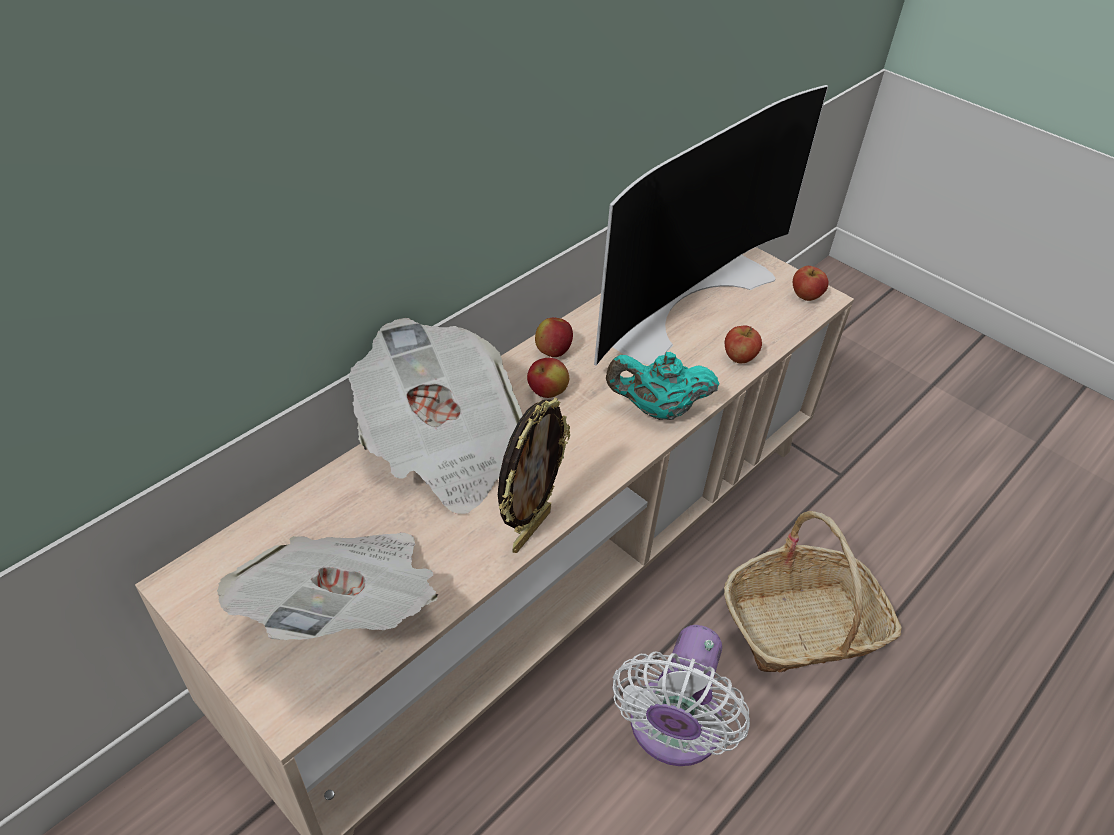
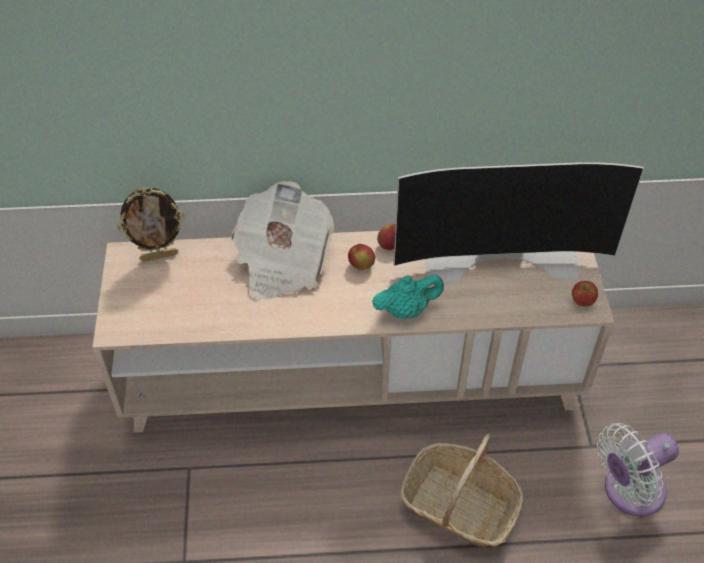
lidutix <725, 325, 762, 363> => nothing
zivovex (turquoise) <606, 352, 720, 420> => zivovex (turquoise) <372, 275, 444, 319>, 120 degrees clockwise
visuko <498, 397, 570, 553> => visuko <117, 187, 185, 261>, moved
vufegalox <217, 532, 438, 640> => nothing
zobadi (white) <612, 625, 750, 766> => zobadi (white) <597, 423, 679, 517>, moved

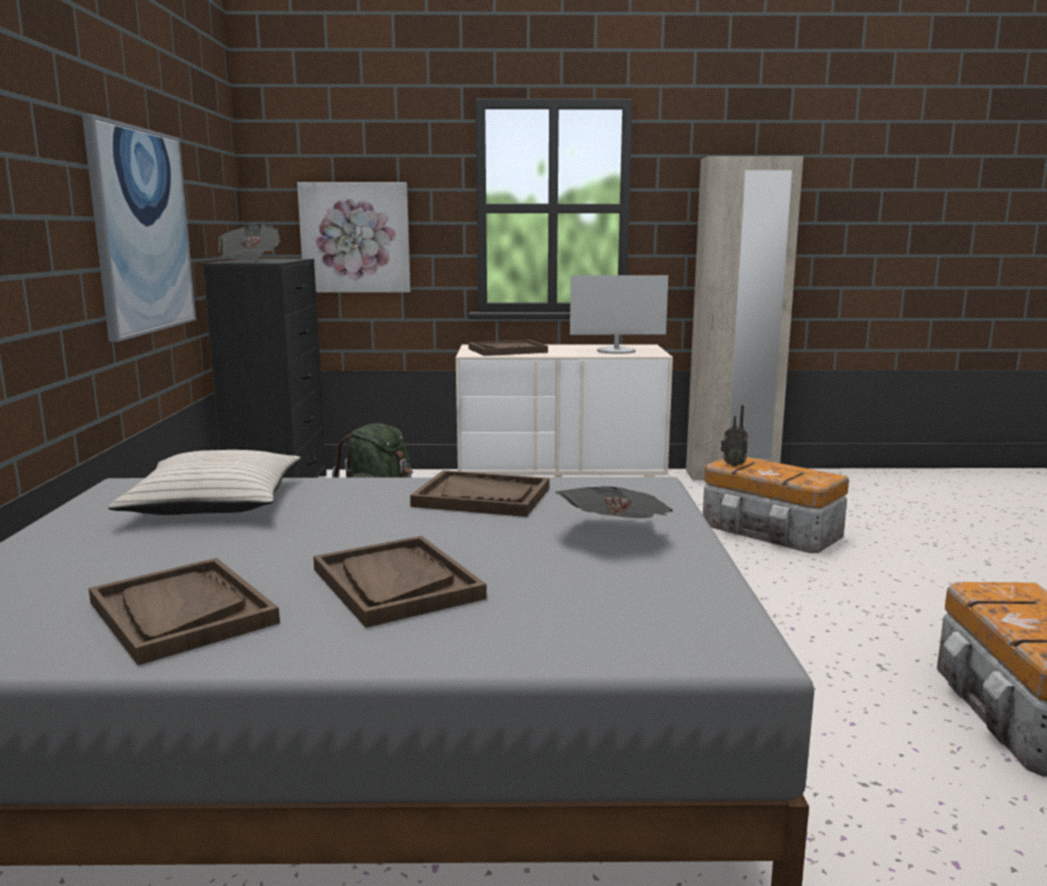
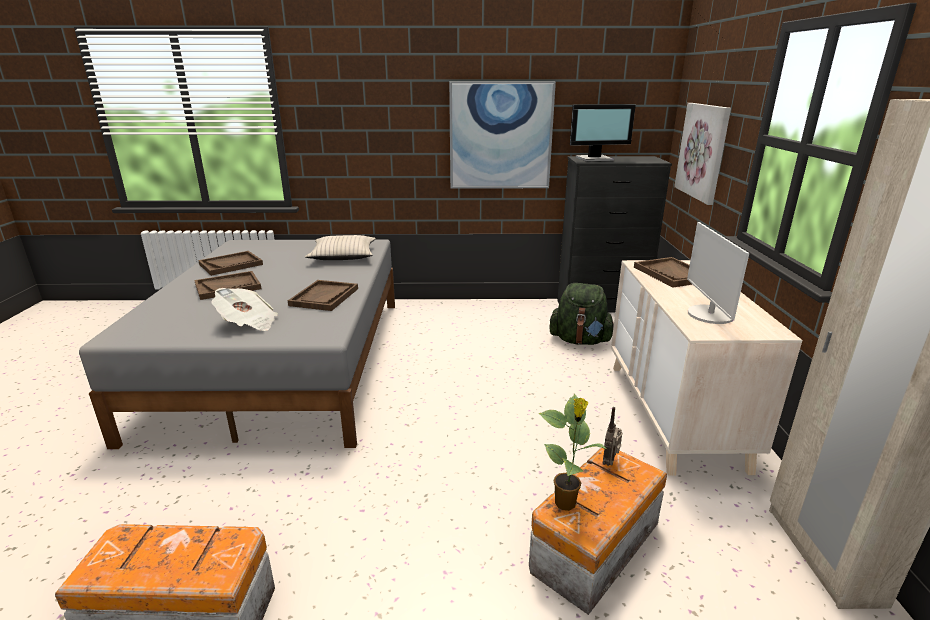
vufegalox <219, 224, 281, 261> => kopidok <570, 104, 636, 161>
nothing => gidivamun <538, 394, 607, 511>

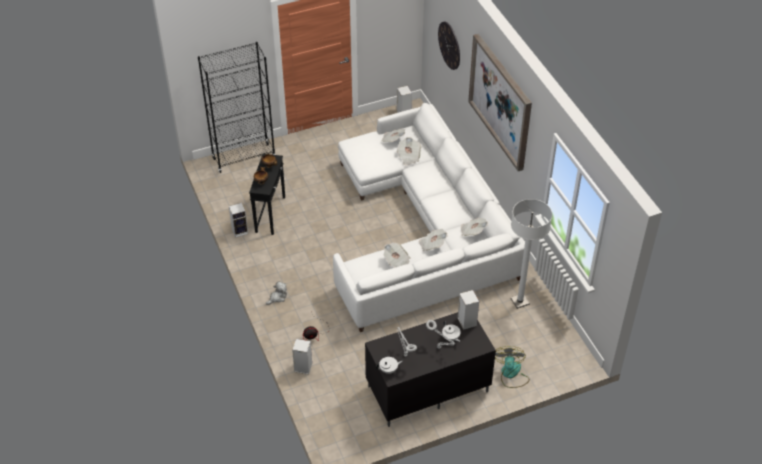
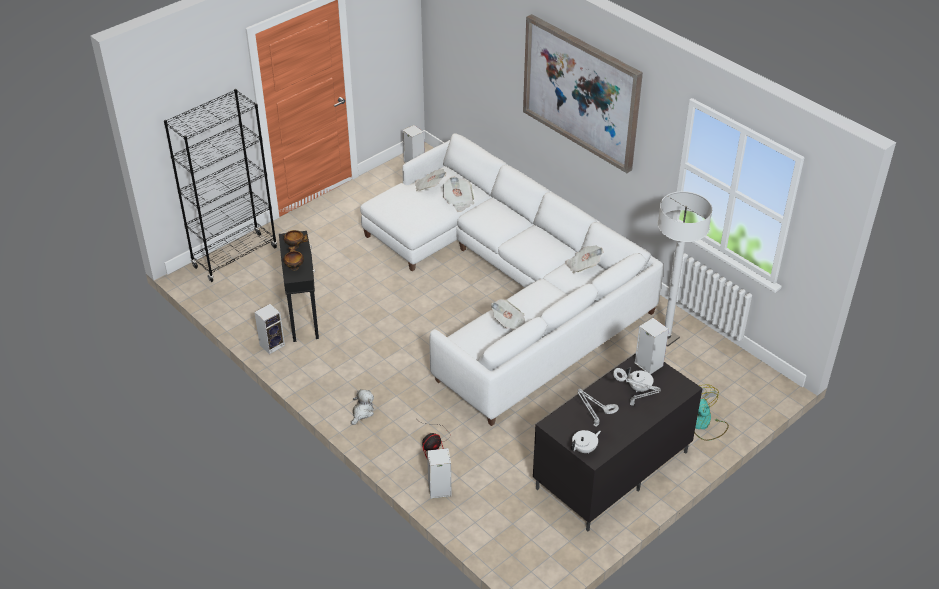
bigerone <438, 22, 460, 70> => nothing
vufegalox <419, 229, 448, 251> => nothing

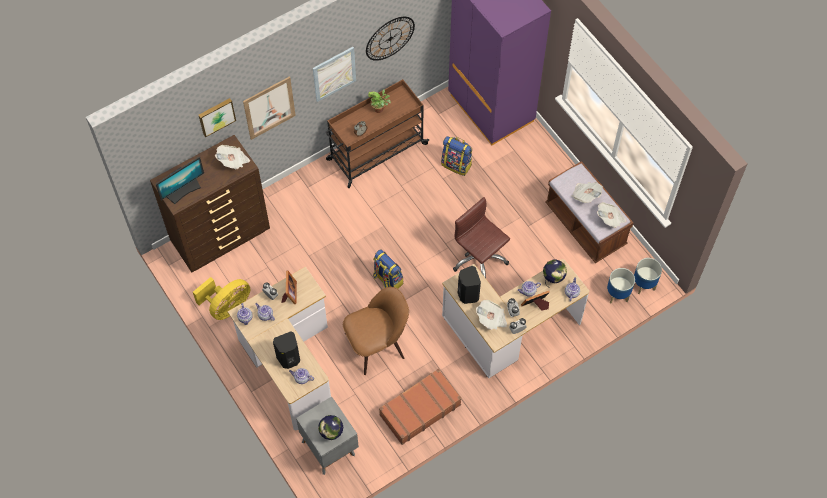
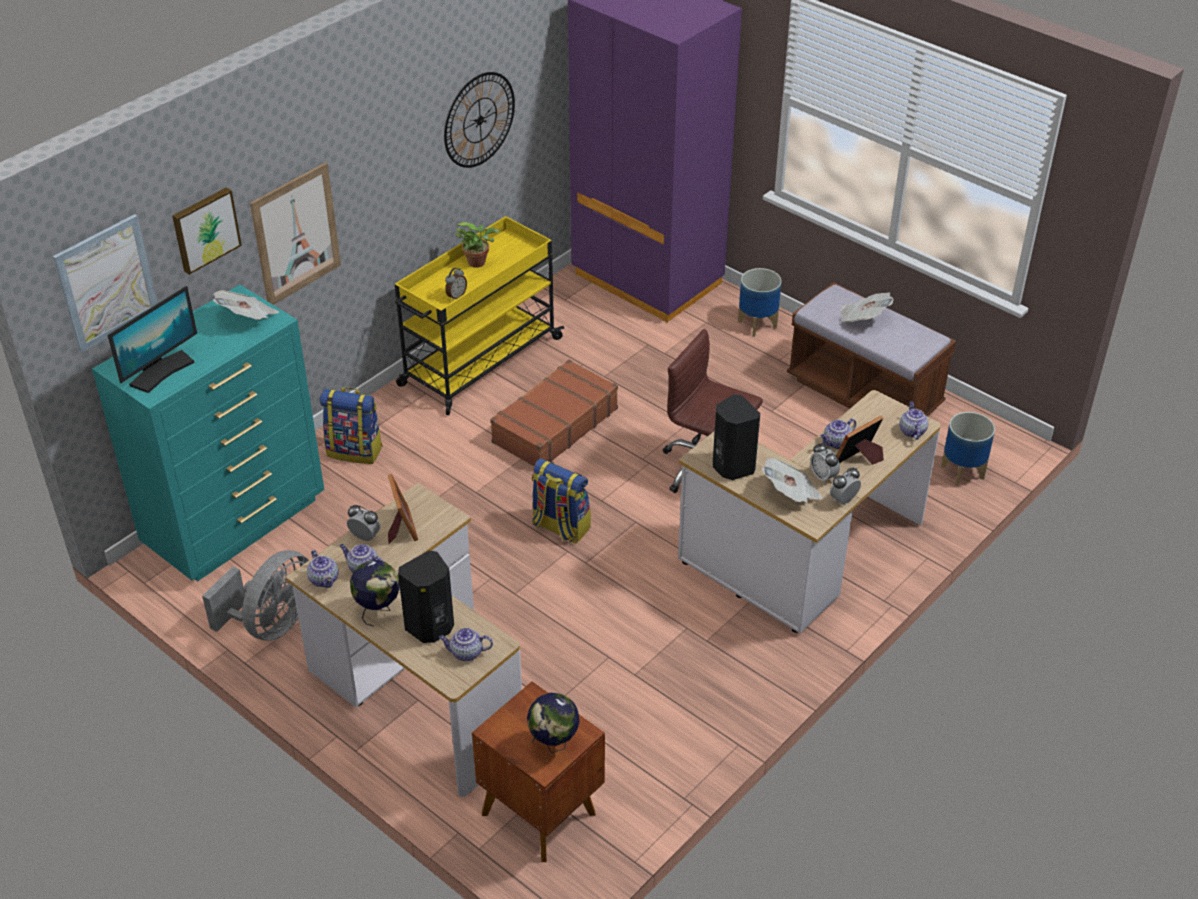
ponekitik <313, 47, 356, 102> => ponekitik <53, 214, 157, 352>, moved
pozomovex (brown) <325, 79, 429, 188> => pozomovex (yellow) <395, 216, 564, 415>
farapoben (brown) <150, 135, 270, 272> => farapoben (turquoise) <92, 285, 324, 581>
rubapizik <441, 136, 472, 176> => rubapizik <320, 387, 383, 464>, moved
vufegalox <597, 202, 627, 228> => nothing
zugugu <634, 258, 662, 294> => zugugu <738, 268, 782, 337>, moved
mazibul <543, 259, 567, 288> => mazibul <350, 560, 400, 627>, moved
zobadi (yellow) <193, 277, 250, 320> => zobadi (grey) <202, 550, 309, 641>
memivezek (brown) <343, 287, 409, 375> => nothing
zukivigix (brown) <379, 369, 462, 445> => zukivigix (brown) <490, 360, 618, 466>, moved
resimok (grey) <296, 396, 359, 475> => resimok (brown) <472, 681, 605, 862>

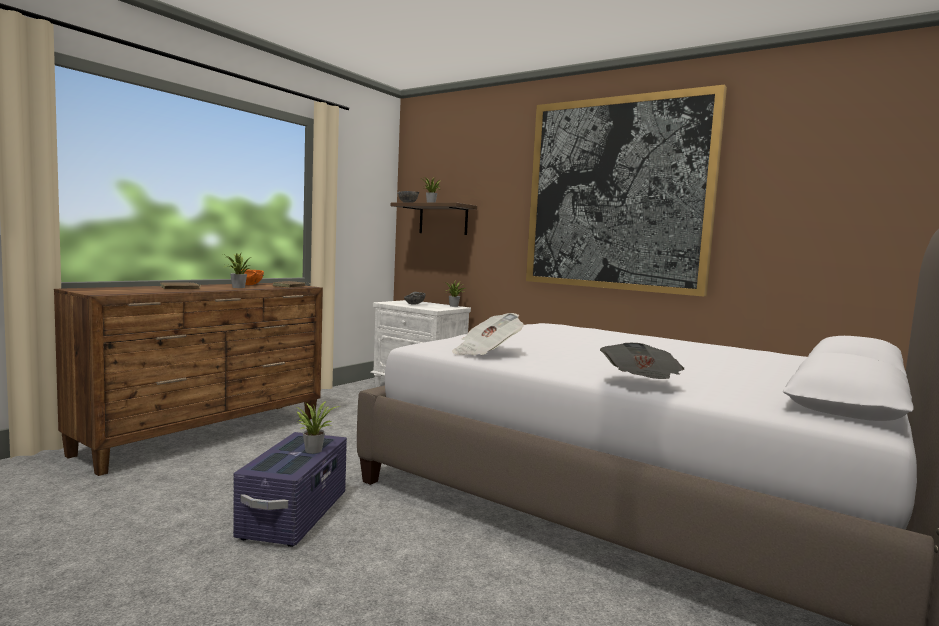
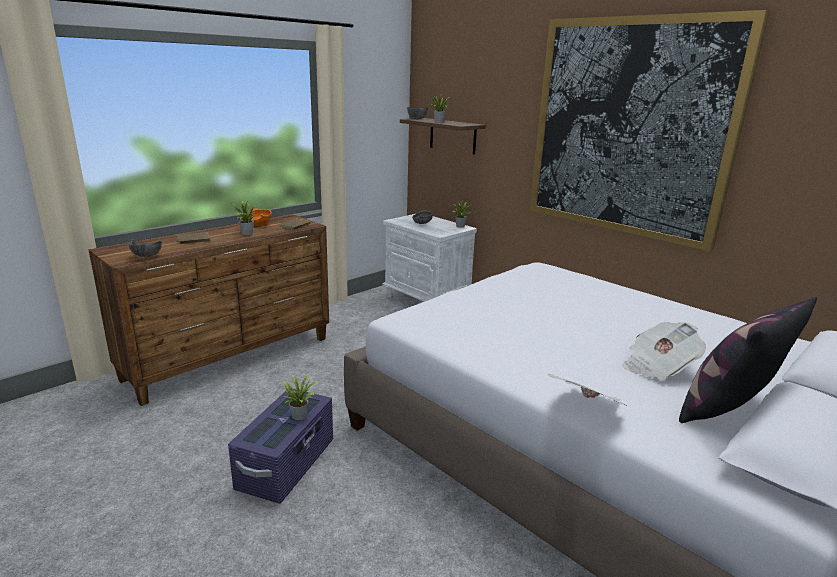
vufegalox <452, 313, 524, 355> => vufegalox <622, 322, 706, 381>, moved
nothing => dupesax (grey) <129, 239, 162, 257>
nothing => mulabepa <679, 297, 817, 423>

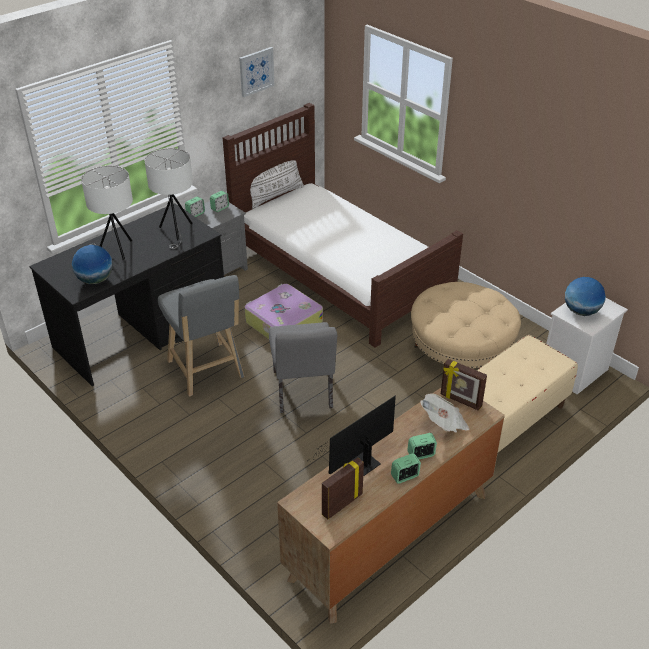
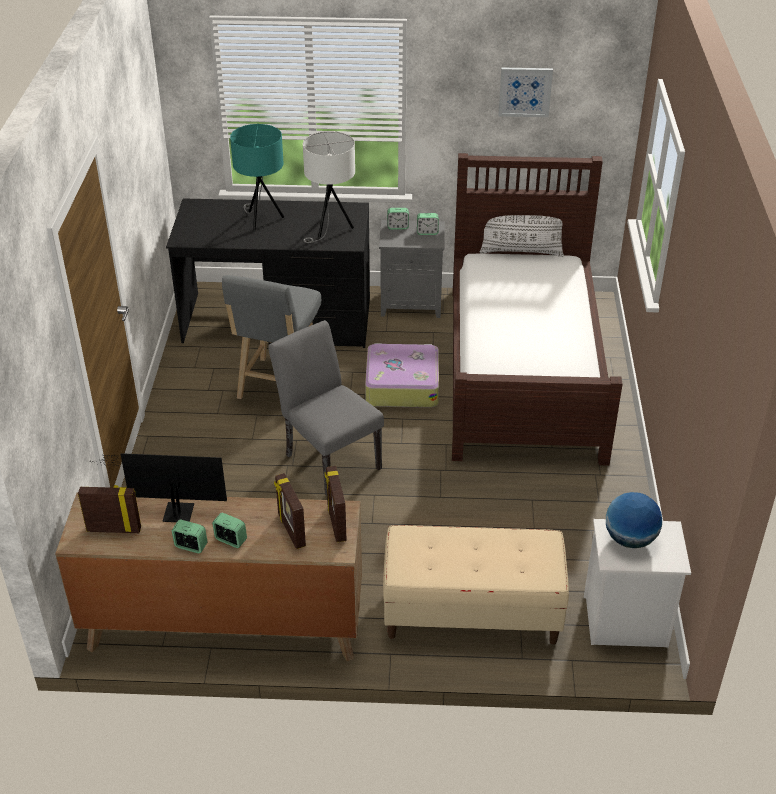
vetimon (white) <81, 165, 133, 260> => vetimon (turquoise) <230, 124, 284, 230>
mazibul <72, 245, 113, 285> => nothing
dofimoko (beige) <411, 282, 521, 368> => nothing
memivezek (grey) <269, 322, 337, 413> => memivezek (grey) <268, 320, 384, 496>, 105 degrees clockwise
vufegalox <420, 393, 470, 432> => visuko <274, 473, 306, 549>

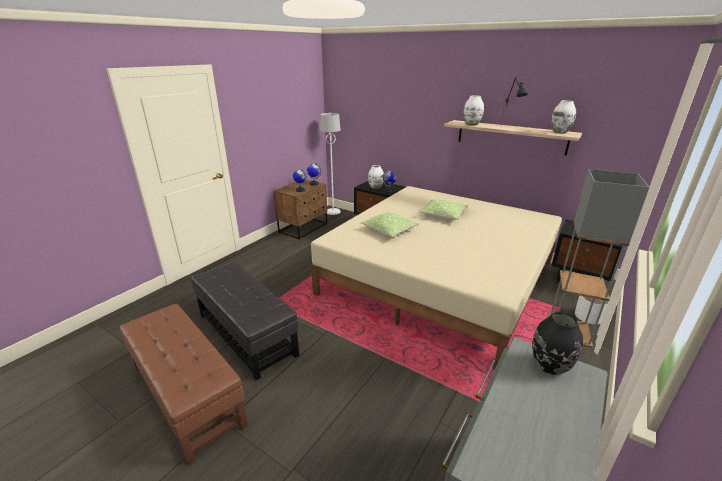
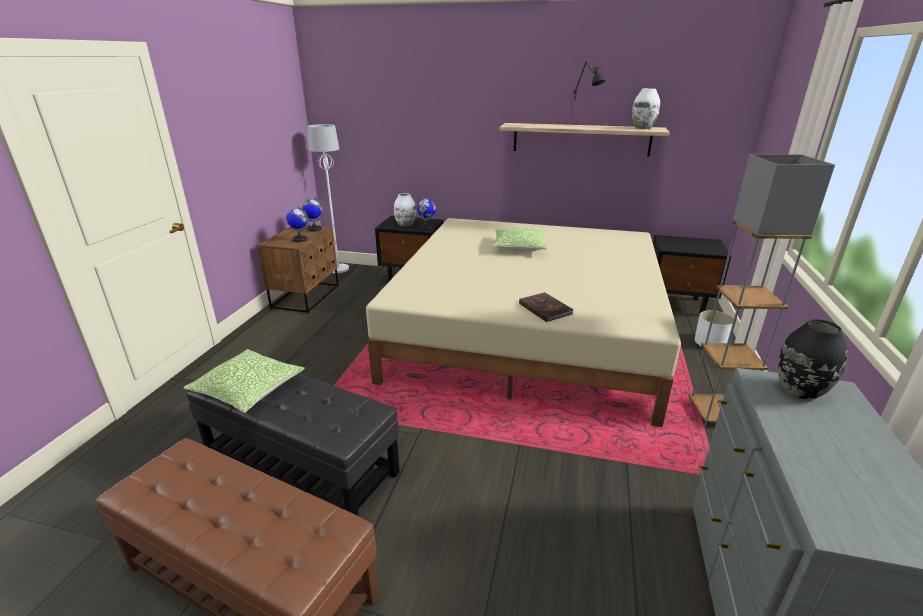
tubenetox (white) <463, 96, 484, 126> => nothing
mulabepa <361, 212, 420, 237> => mulabepa <183, 349, 304, 413>, moved
nothing => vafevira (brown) <519, 292, 573, 322>

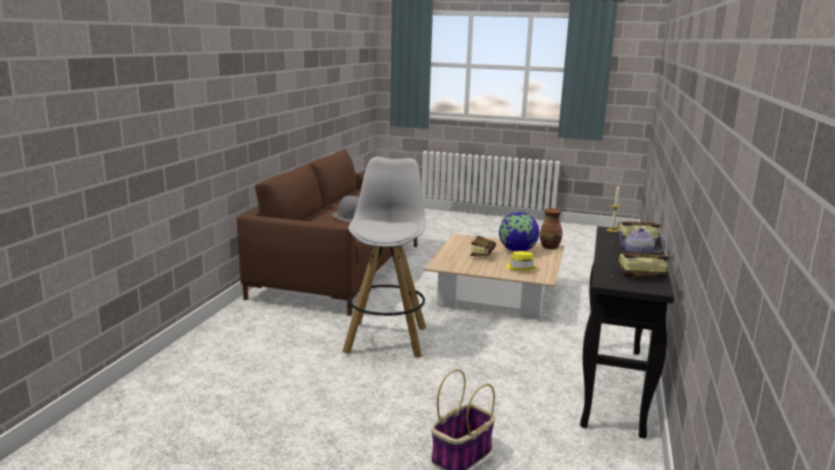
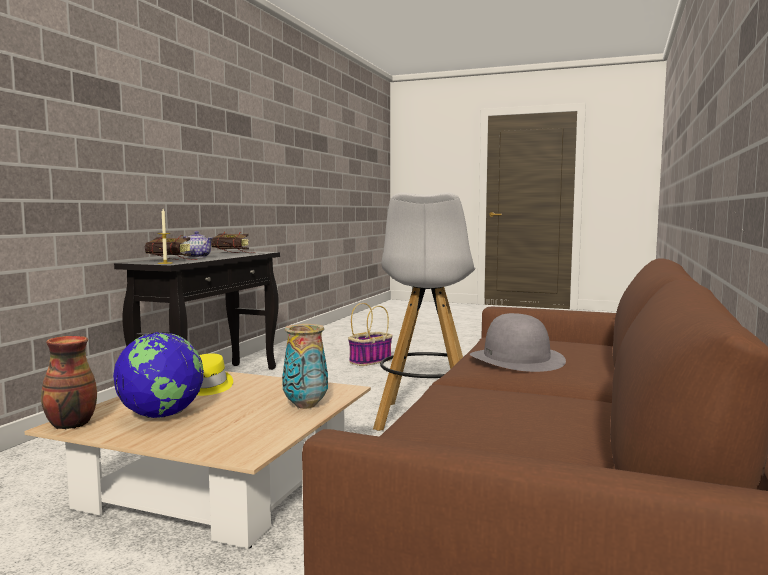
vafevira <470, 236, 496, 256> => nothing
nothing => tubenetox <282, 324, 328, 409>

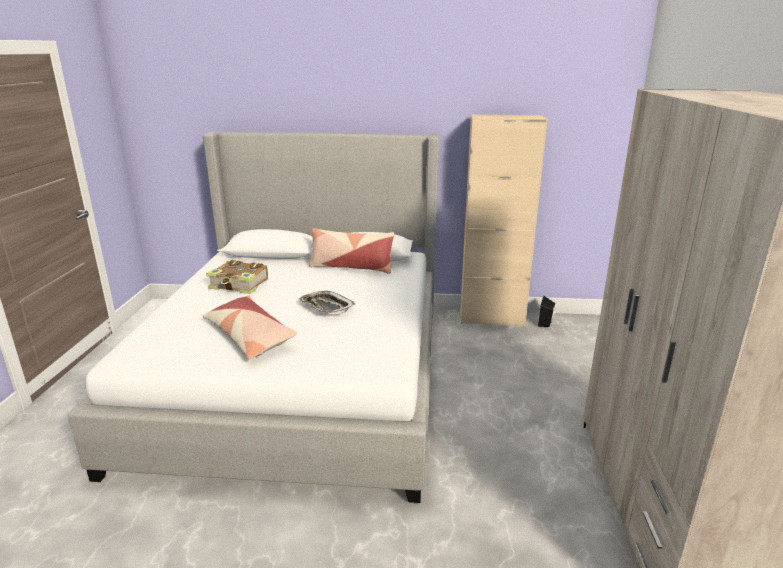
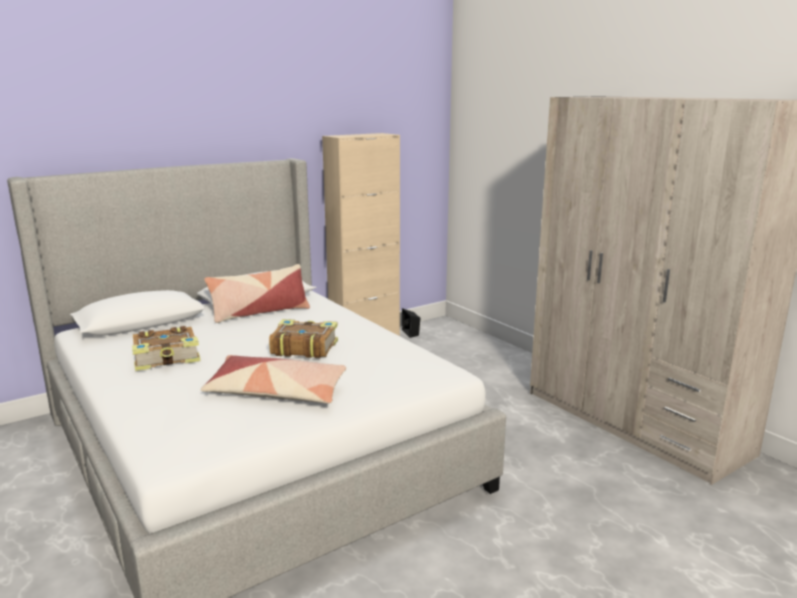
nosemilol <298, 291, 355, 314> => vafevira <269, 319, 338, 358>

